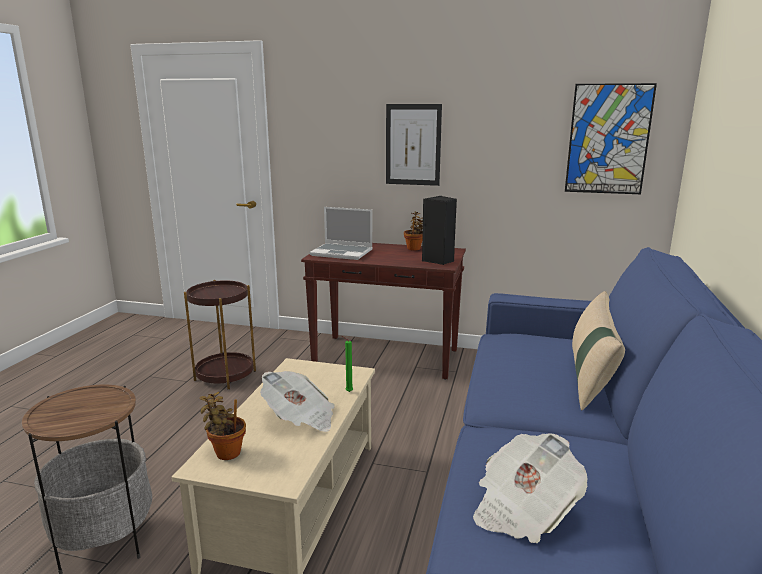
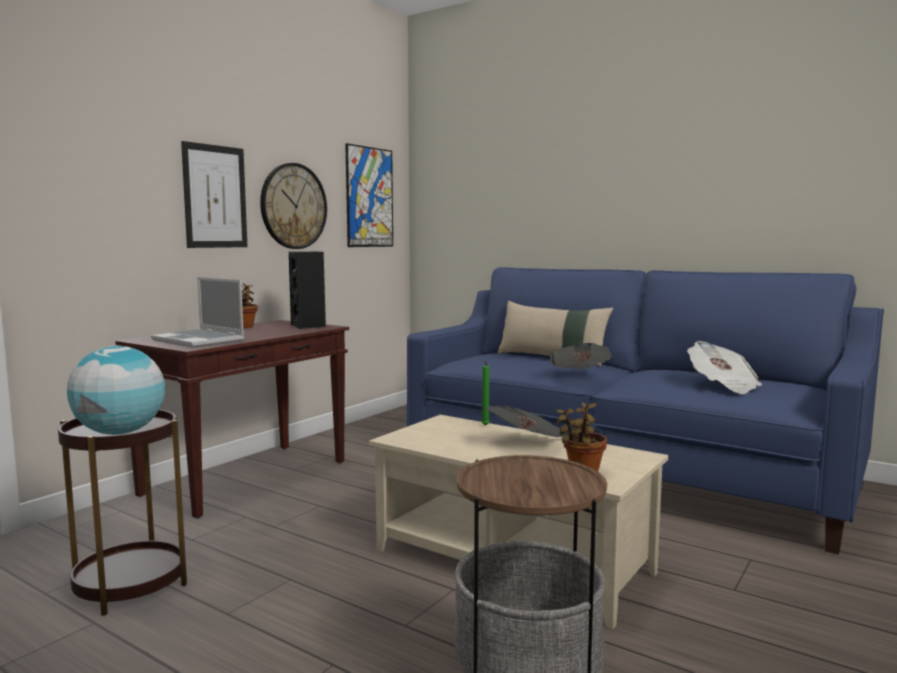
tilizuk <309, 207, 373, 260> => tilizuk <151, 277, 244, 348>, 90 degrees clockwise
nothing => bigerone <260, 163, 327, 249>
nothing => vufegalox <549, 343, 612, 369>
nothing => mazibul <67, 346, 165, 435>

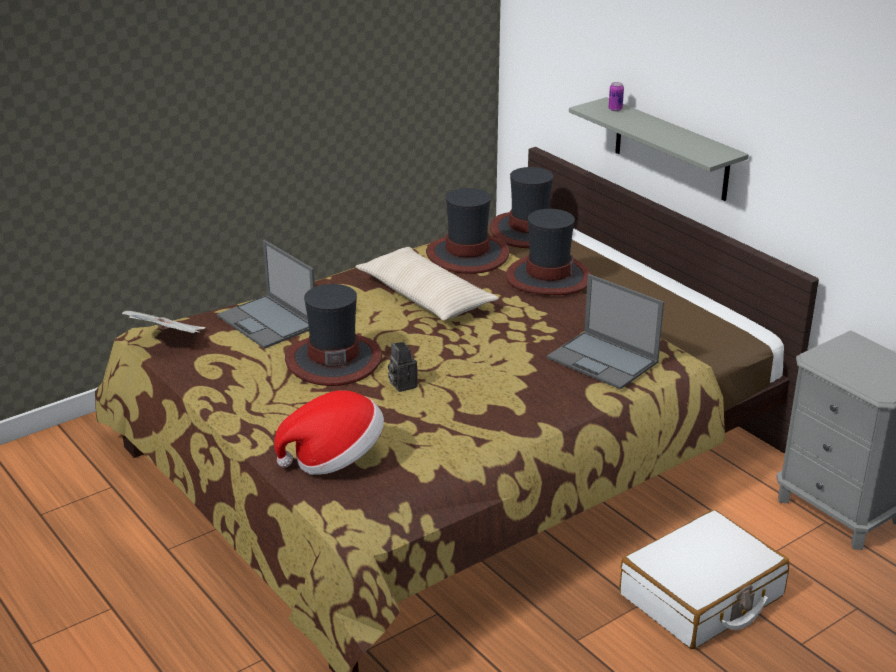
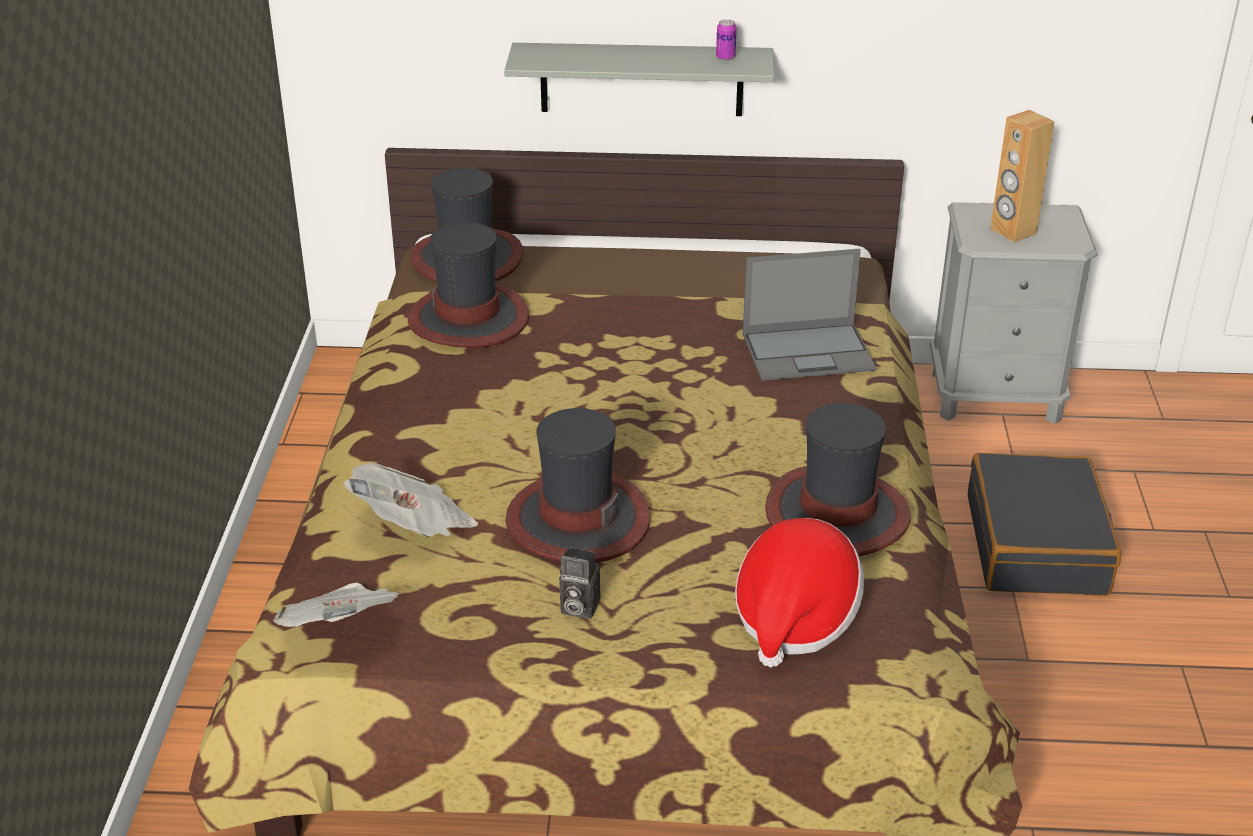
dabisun <608, 82, 624, 111> => dabisun <716, 19, 737, 60>, moved
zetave <506, 209, 592, 295> => zetave <765, 403, 911, 556>, moved
tilizuk <217, 240, 315, 349> => vufegalox <343, 463, 478, 537>
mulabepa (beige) <356, 247, 499, 321> => nothing
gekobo <388, 342, 418, 392> => gekobo <559, 547, 601, 619>, moved
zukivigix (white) <620, 510, 789, 649> => zukivigix (black) <968, 453, 1121, 596>
nothing => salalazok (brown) <990, 110, 1054, 242>

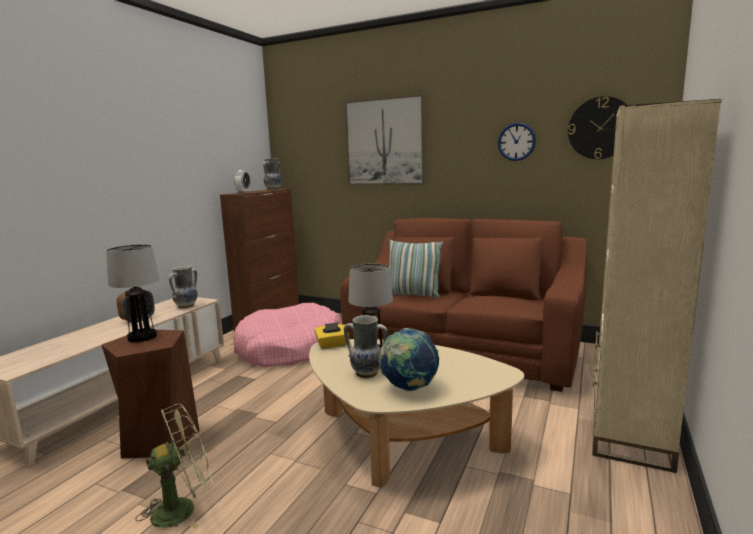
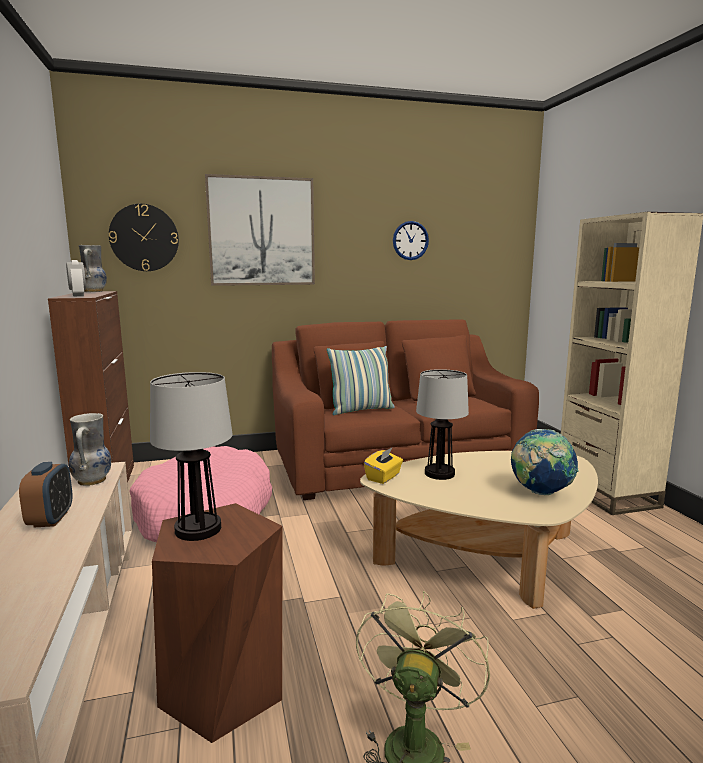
bigerone <568, 96, 627, 159> => bigerone <109, 204, 179, 271>, moved
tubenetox <344, 315, 388, 378> => nothing

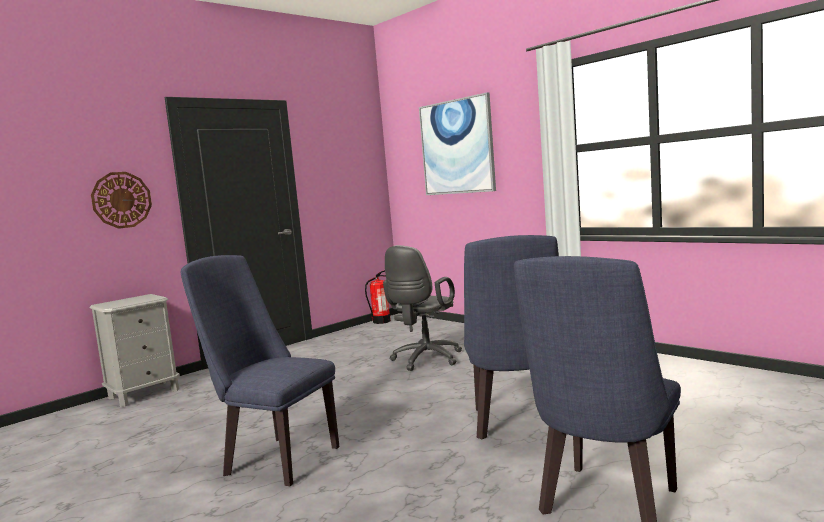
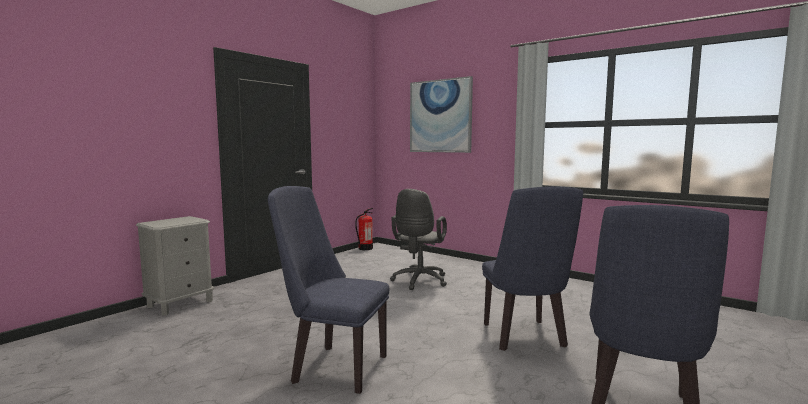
bigerone <91, 172, 152, 229> => nothing

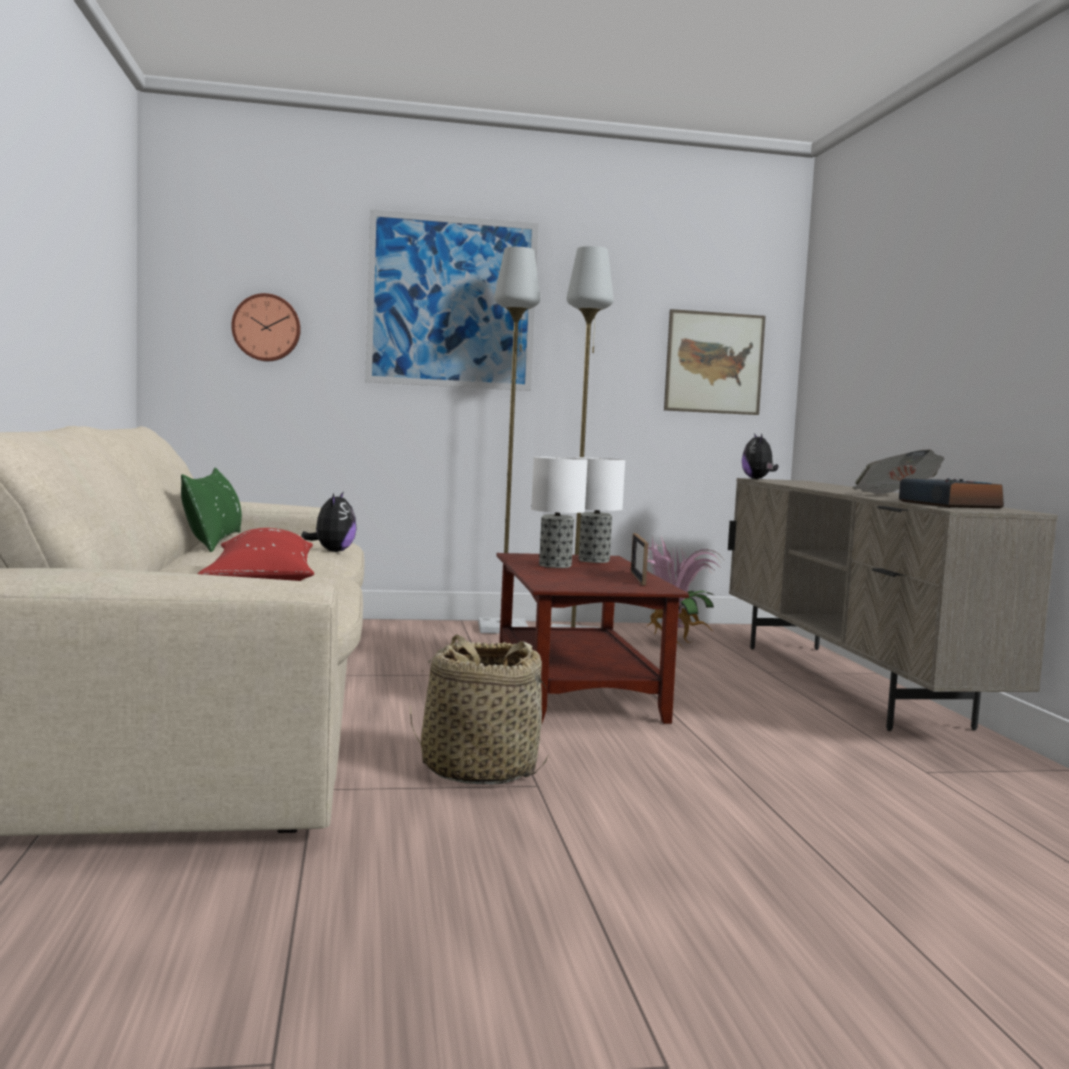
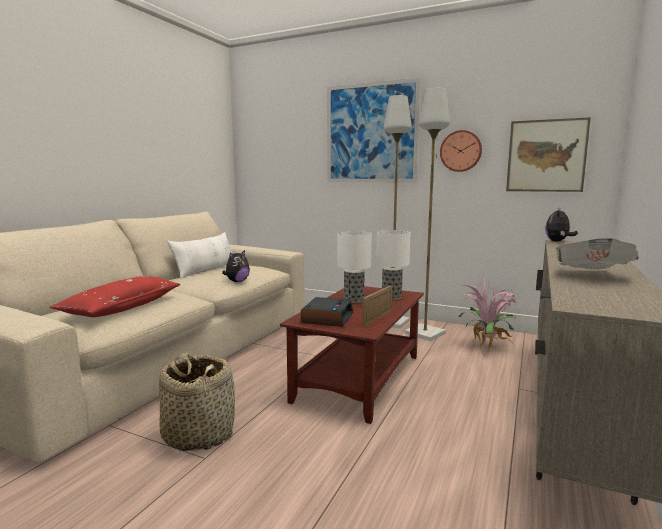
bigerone <231, 293, 301, 361> => bigerone <440, 130, 482, 172>, moved
mulabepa (green) <181, 468, 242, 552> => mulabepa (white) <167, 232, 232, 279>
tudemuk <899, 478, 1004, 509> => tudemuk <301, 297, 353, 327>, moved

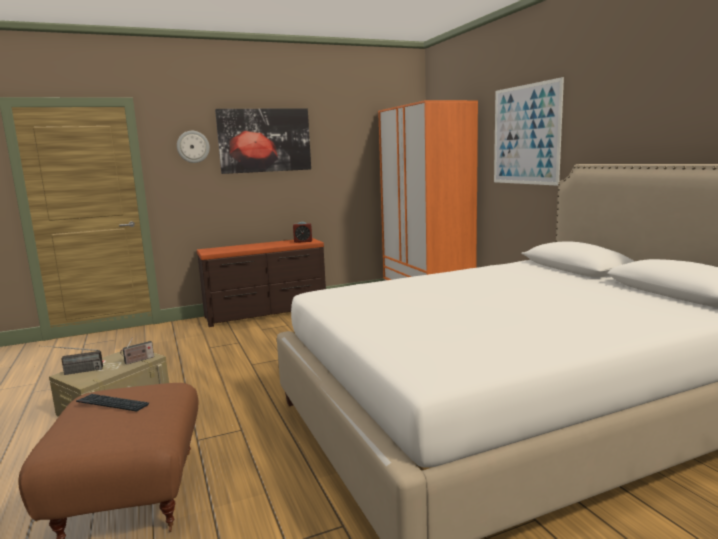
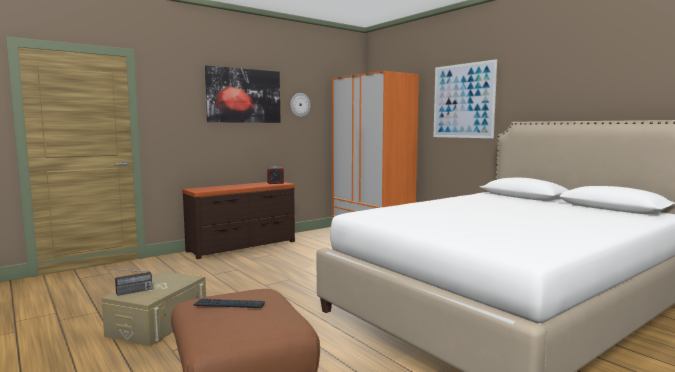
bigerone <177, 131, 210, 163> => bigerone <290, 93, 311, 117>, moved
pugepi <120, 339, 154, 365> => nothing

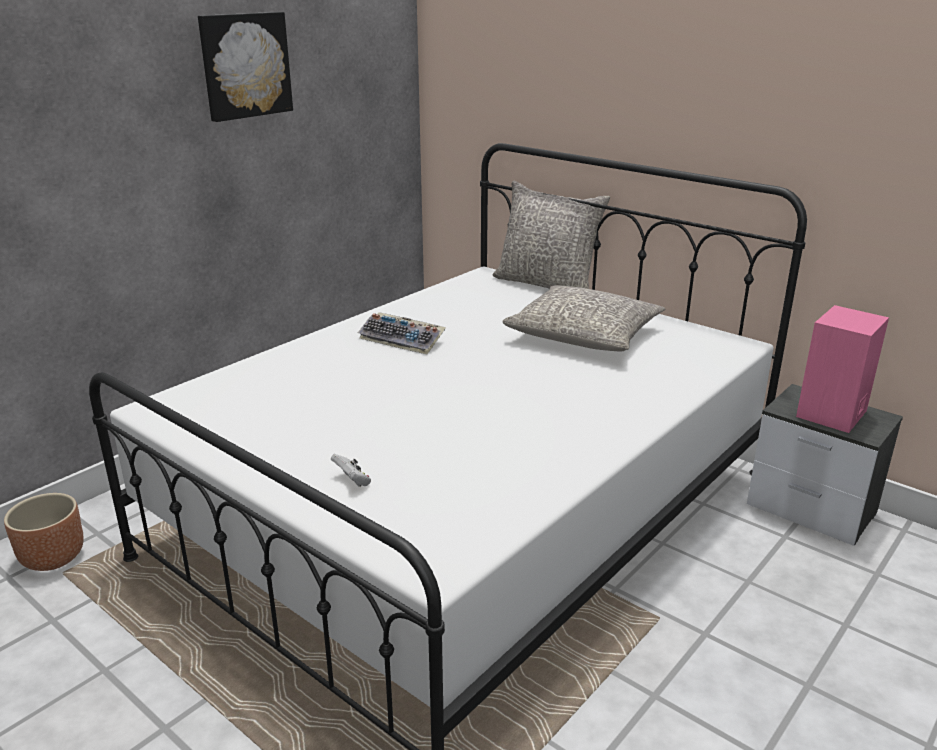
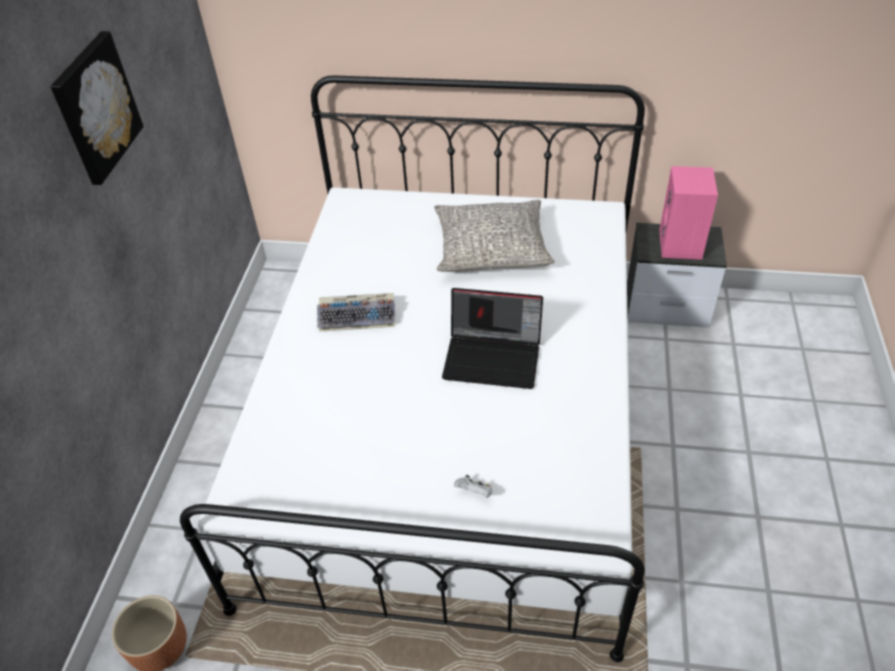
mulabepa (grey) <493, 181, 610, 289> => nothing
nothing => tilizuk <442, 288, 543, 389>

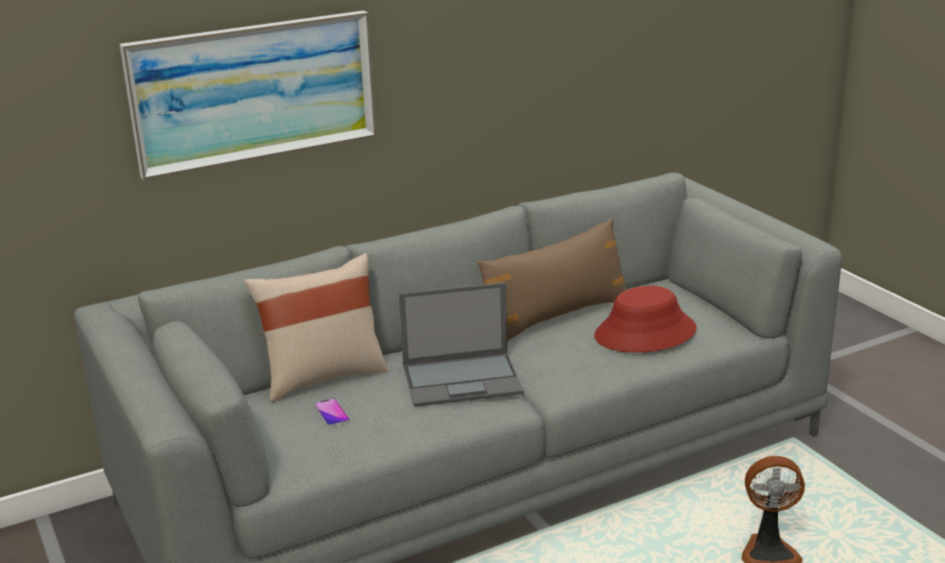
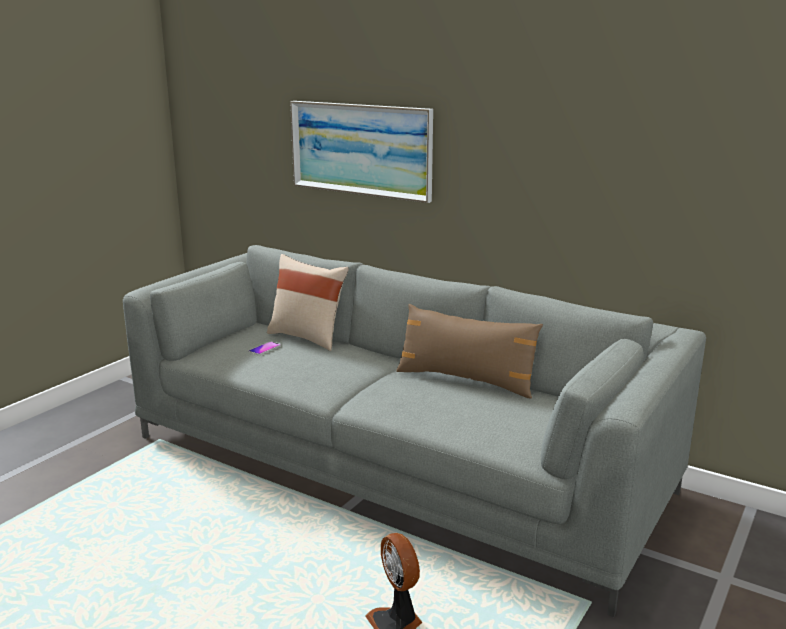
tilizuk <399, 282, 524, 407> => nothing
zetave (red) <594, 286, 697, 353> => nothing

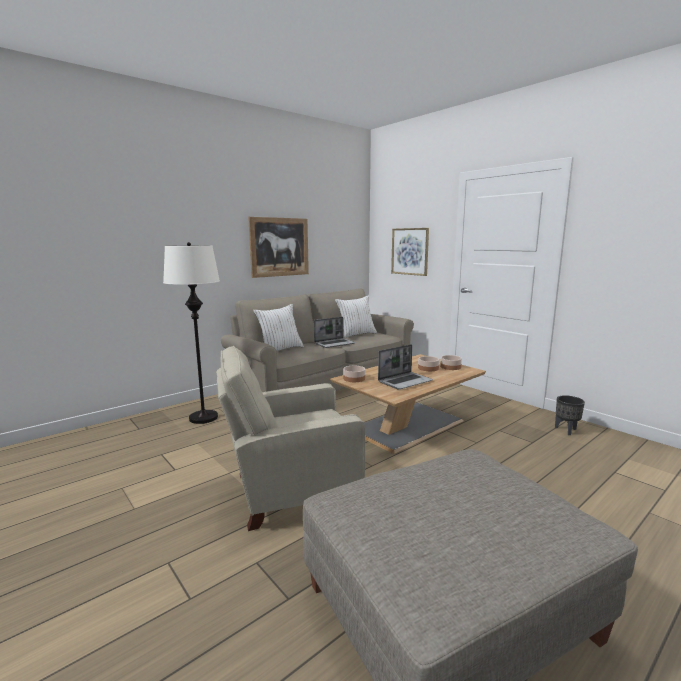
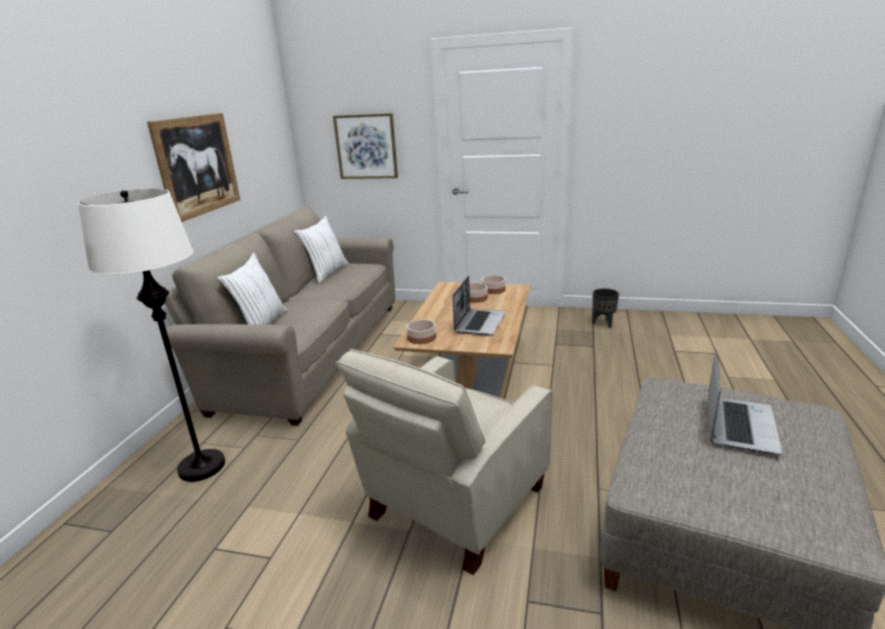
tilizuk <314, 317, 355, 348> => tilizuk <708, 350, 782, 455>, moved

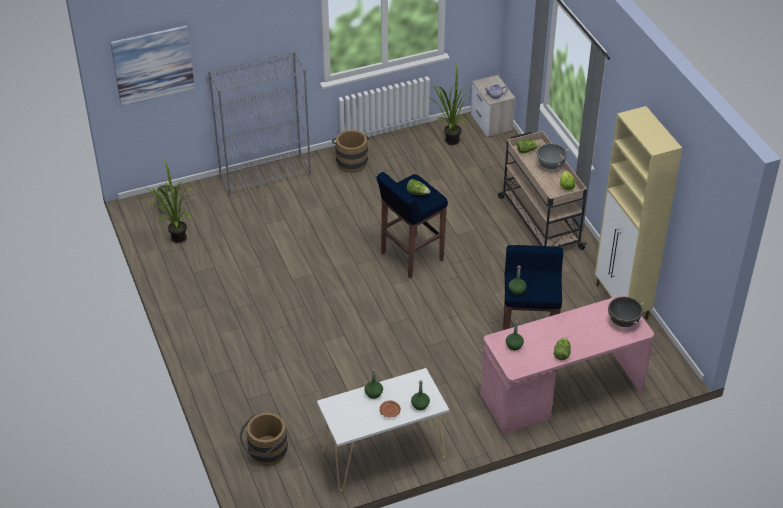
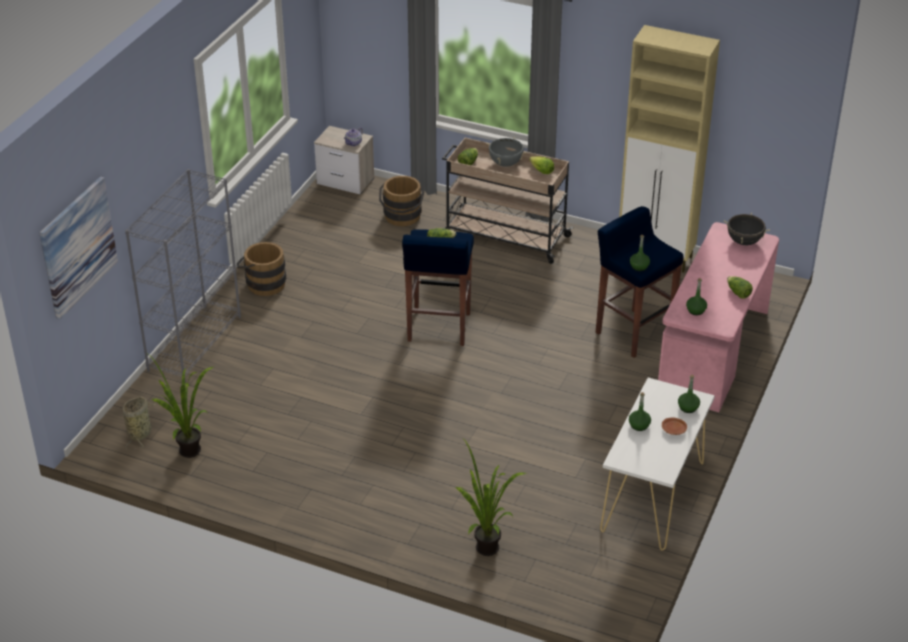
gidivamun <430, 61, 471, 145> => gidivamun <456, 440, 526, 556>, moved
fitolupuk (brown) <239, 413, 288, 466> => fitolupuk (brown) <379, 176, 424, 226>, moved

